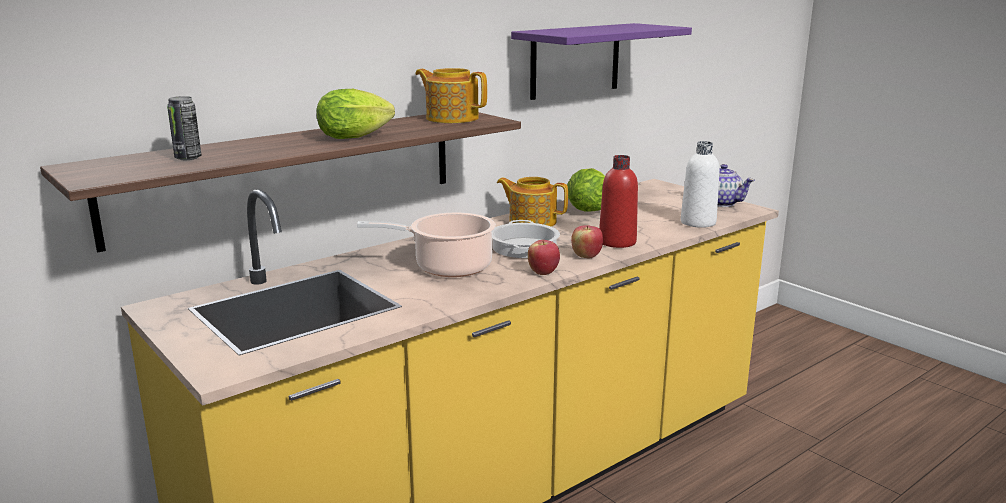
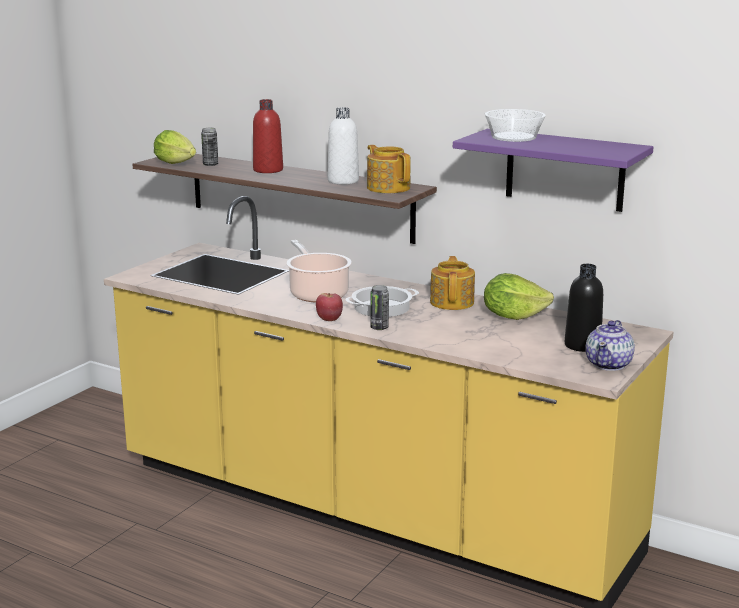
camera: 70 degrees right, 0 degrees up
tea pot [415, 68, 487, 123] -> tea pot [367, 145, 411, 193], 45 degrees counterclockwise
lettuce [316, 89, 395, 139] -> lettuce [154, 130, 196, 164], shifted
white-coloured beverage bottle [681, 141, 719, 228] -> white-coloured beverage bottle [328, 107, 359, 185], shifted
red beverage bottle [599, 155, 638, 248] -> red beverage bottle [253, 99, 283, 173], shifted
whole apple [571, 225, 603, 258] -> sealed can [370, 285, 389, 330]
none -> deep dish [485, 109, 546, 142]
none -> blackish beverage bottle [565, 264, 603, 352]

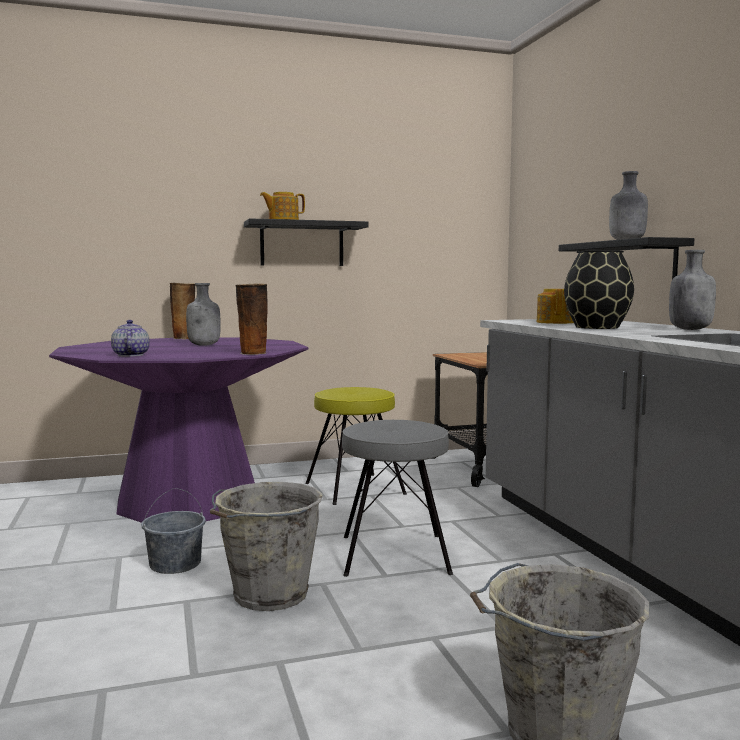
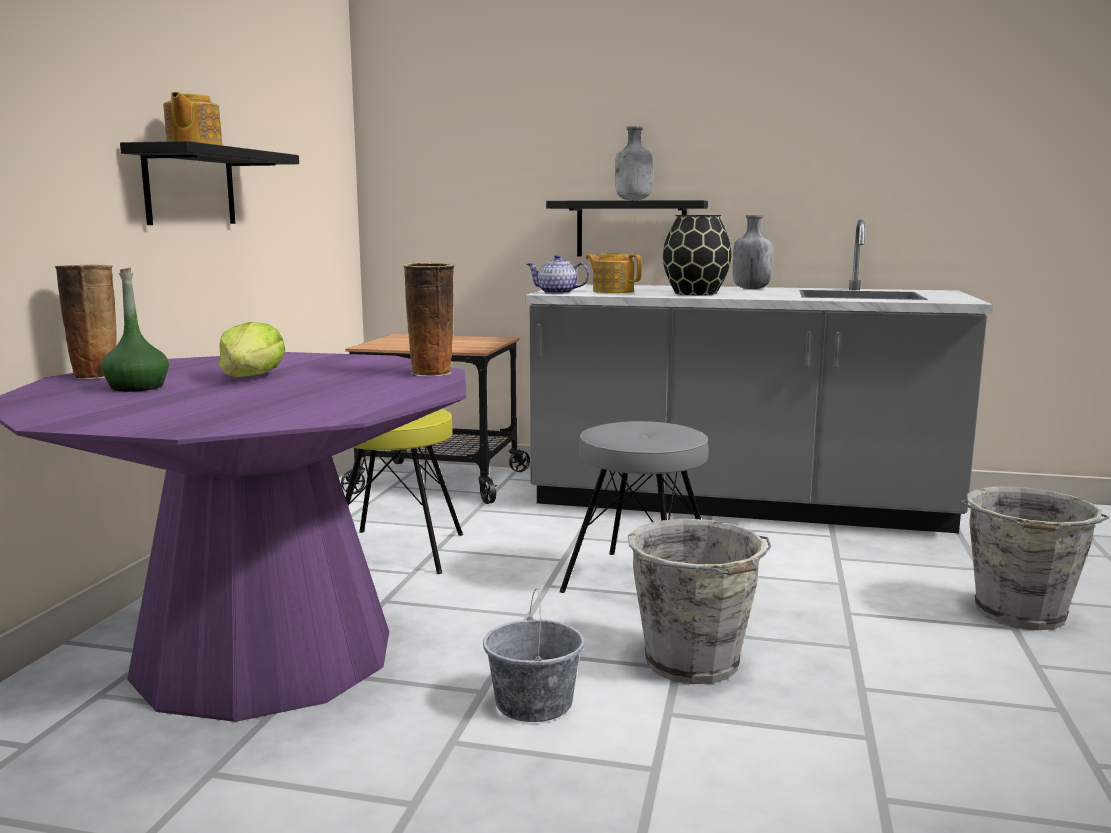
camera: 60 degrees left, 5 degrees up
gray beverage bottle [186, 283, 221, 346] -> lettuce [218, 322, 286, 377]
tea pot [111, 320, 150, 357] -> tea pot [526, 254, 589, 294], shifted
none -> green-coloured beverage bottle [101, 268, 169, 392]

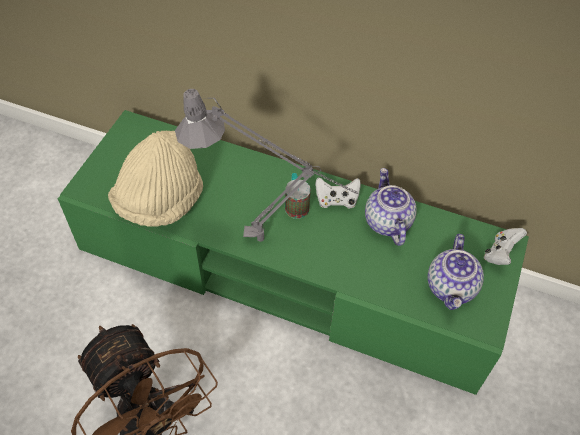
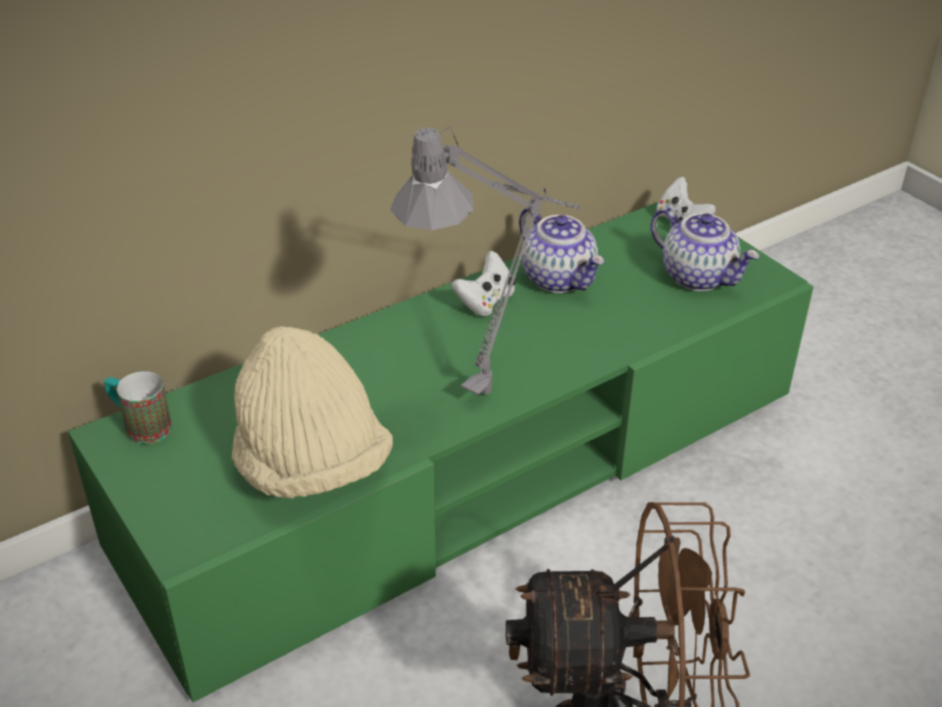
camera: 55 degrees left, 15 degrees down
tea pot [365, 168, 417, 246] -> tea pot [519, 208, 604, 293], 150 degrees counterclockwise
coffee mug [285, 173, 311, 219] -> coffee mug [104, 371, 172, 444], shifted

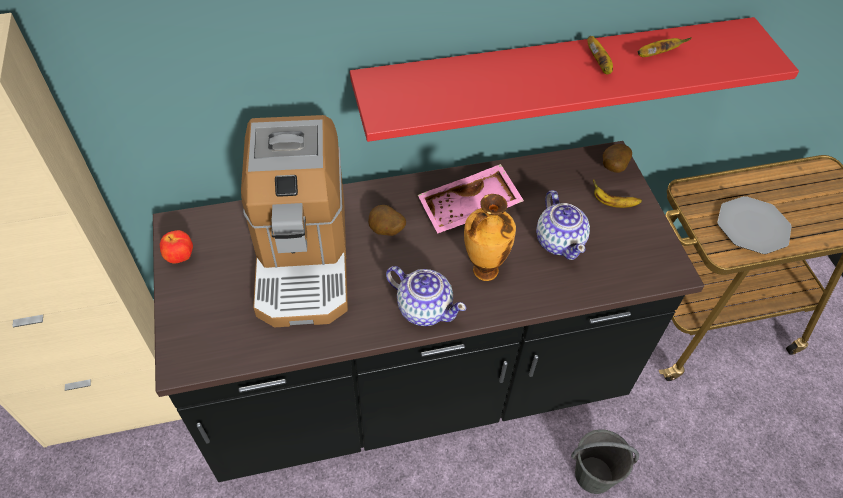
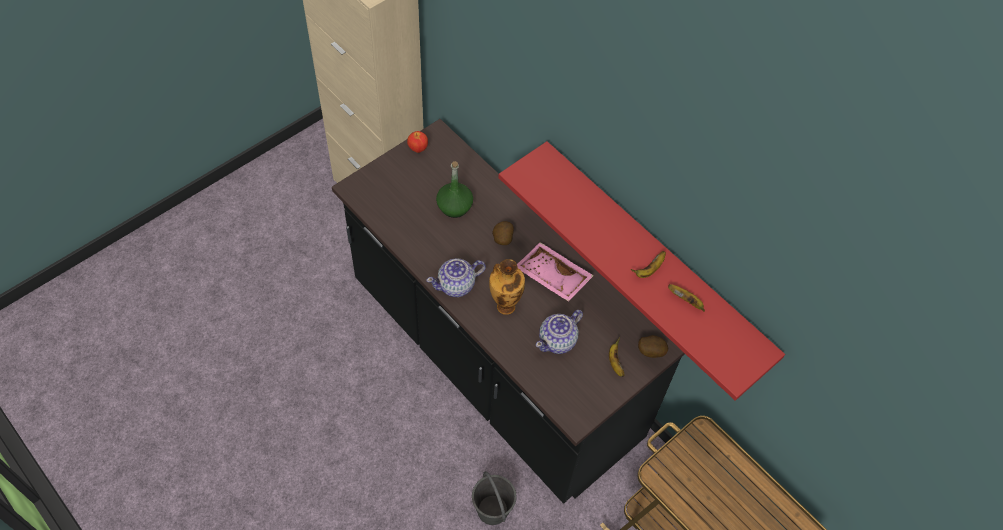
camera: 60 degrees right, 5 degrees up
coffee machine [241, 115, 348, 328] -> green-coloured beverage bottle [436, 161, 473, 218]
plate [717, 196, 792, 254] -> none
tea pot [386, 266, 467, 326] -> tea pot [426, 258, 486, 297], 60 degrees clockwise

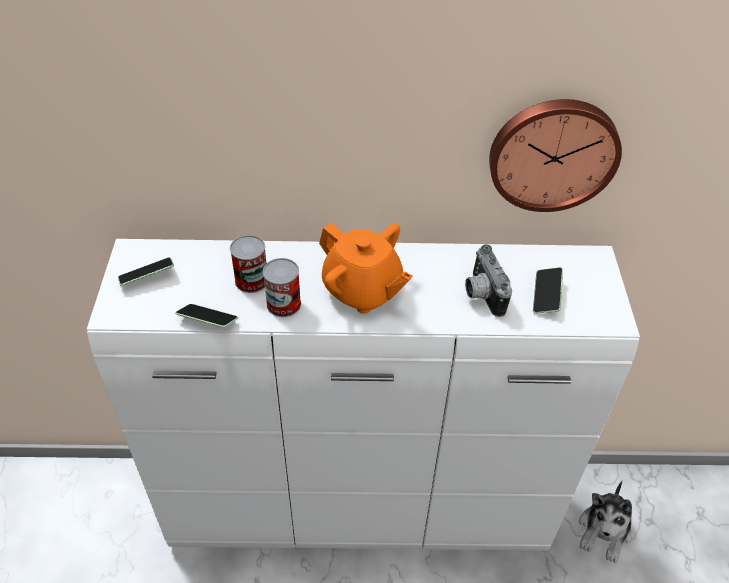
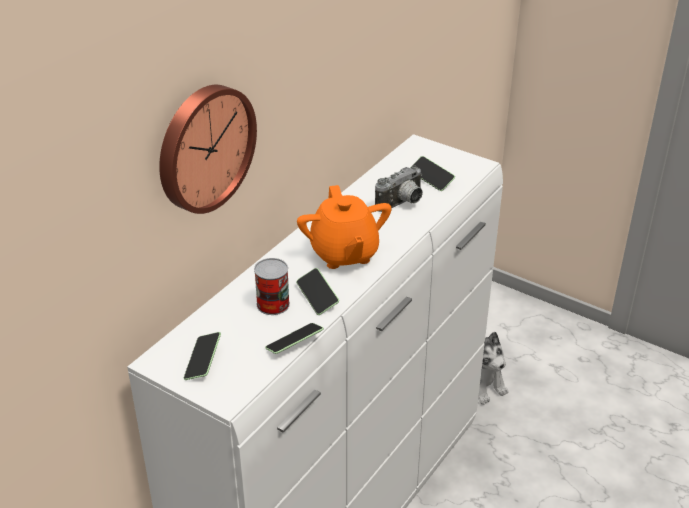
camera: 55 degrees left, 10 degrees down
hanging clock [489, 99, 622, 212] -> hanging clock [159, 85, 257, 214], shifted
orange-coloured tea pot [319, 223, 413, 314] -> orange-coloured tea pot [297, 185, 392, 269], 90 degrees clockwise
still camera [465, 244, 512, 317] -> still camera [375, 165, 423, 212], 60 degrees counterclockwise
sealed can [263, 258, 301, 317] -> telephone [296, 268, 339, 315]

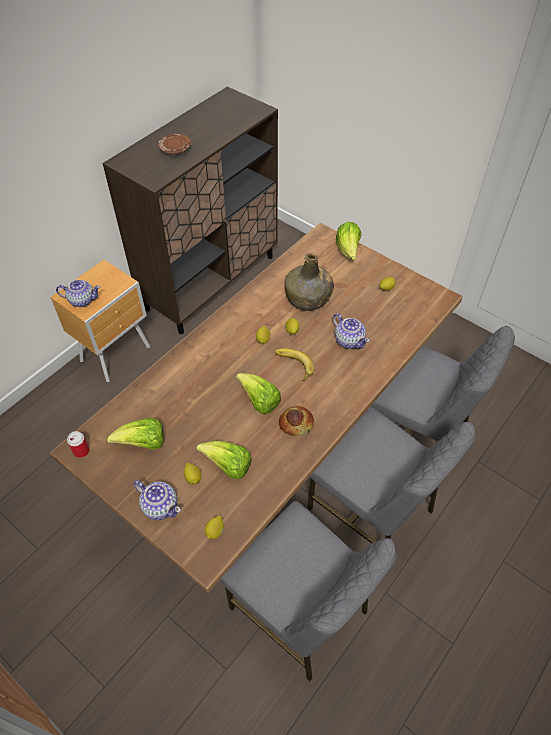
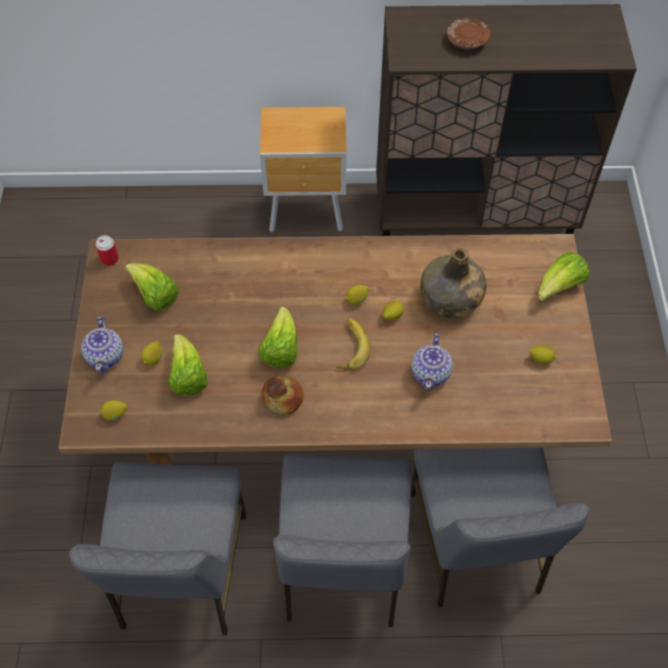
camera: 50 degrees right, 5 degrees up
tea pot [56, 279, 100, 307] -> none

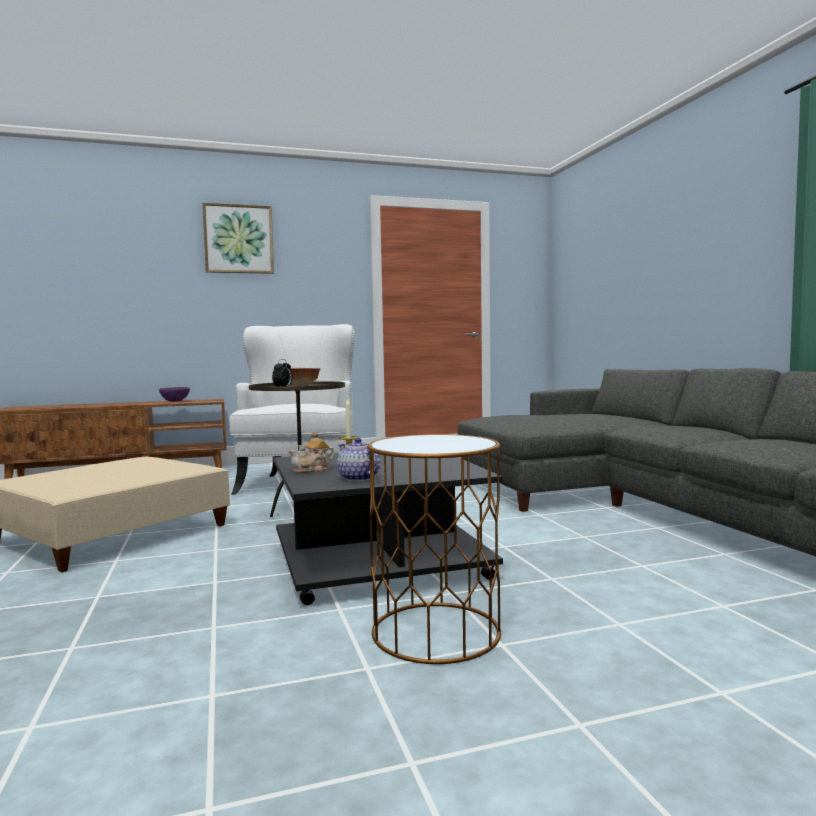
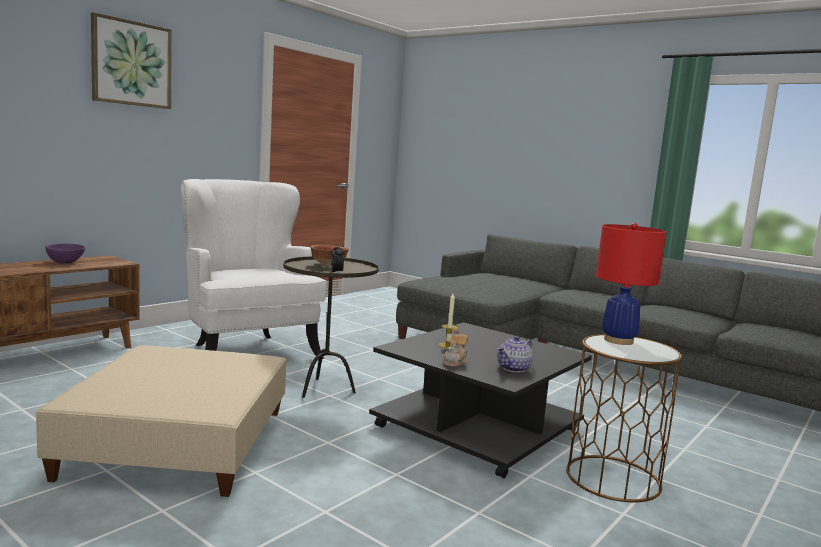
camera: 35 degrees left, 5 degrees up
tea pot [337, 438, 380, 481] -> tea pot [497, 336, 534, 372], 60 degrees counterclockwise
none -> red lamp for a table [596, 223, 667, 345]

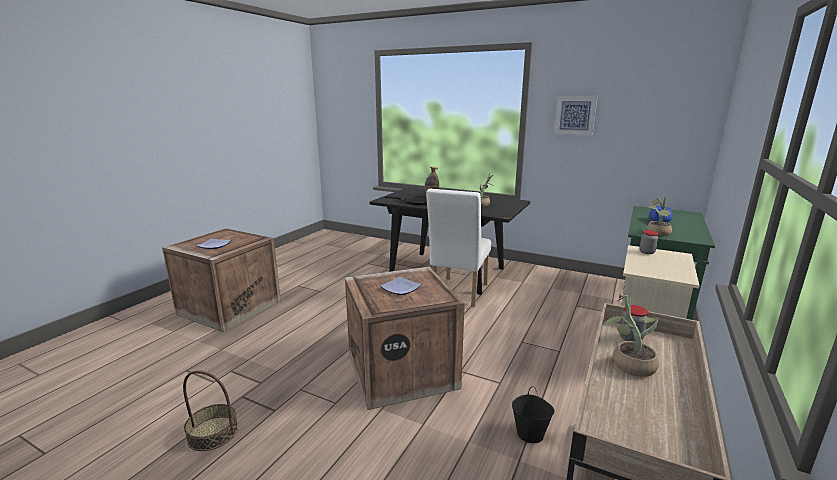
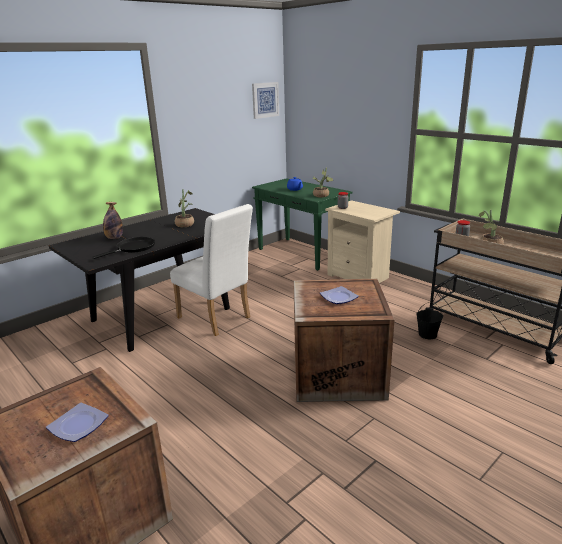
camera: 70 degrees left, 5 degrees up
picture [554, 96, 598, 136] -> picture [252, 82, 279, 119], shifted
basket [183, 370, 238, 451] -> none

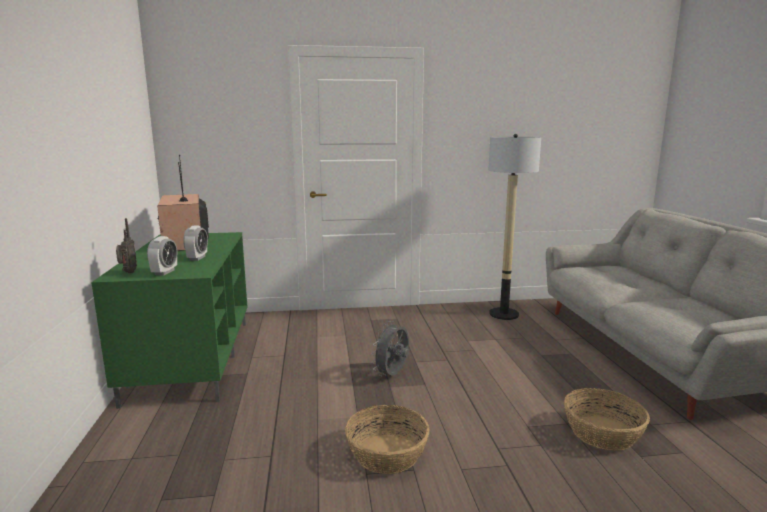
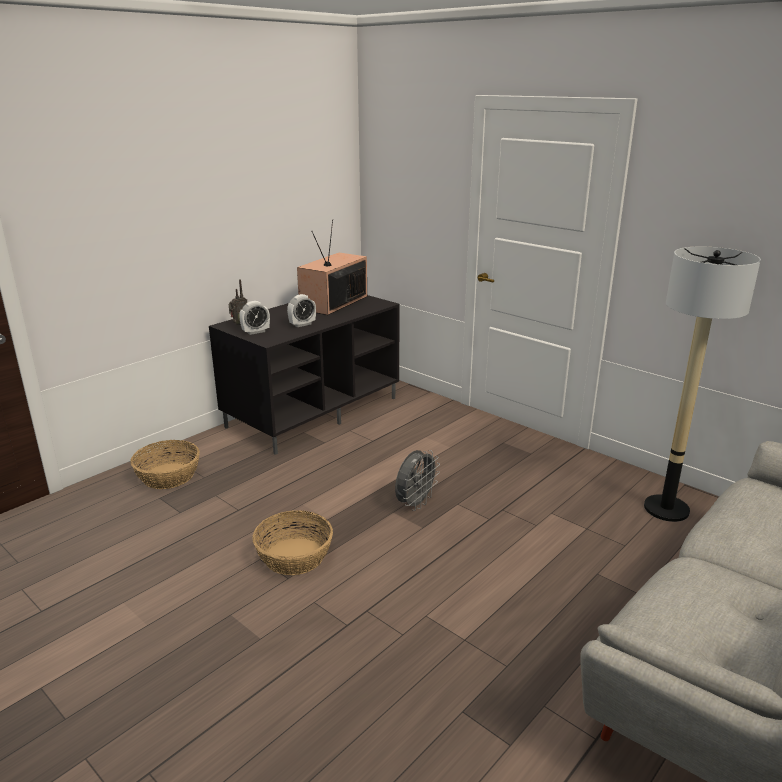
camera: 50 degrees right, 10 degrees up
green-coloured media console [91, 232, 247, 409] -> blackish media console [209, 295, 400, 455]
gray cooling fan [372, 321, 409, 376] -> gray cooling fan [395, 450, 440, 511], 135 degrees clockwise
basket [564, 388, 650, 451] -> basket [131, 440, 200, 489], shifted

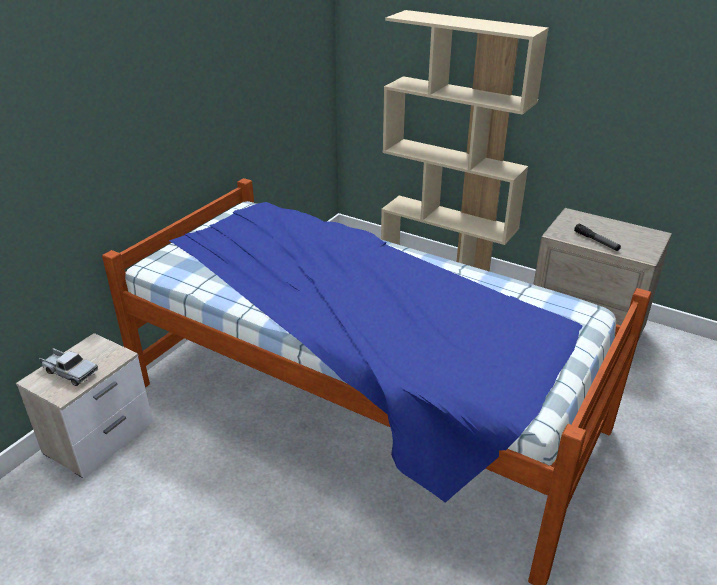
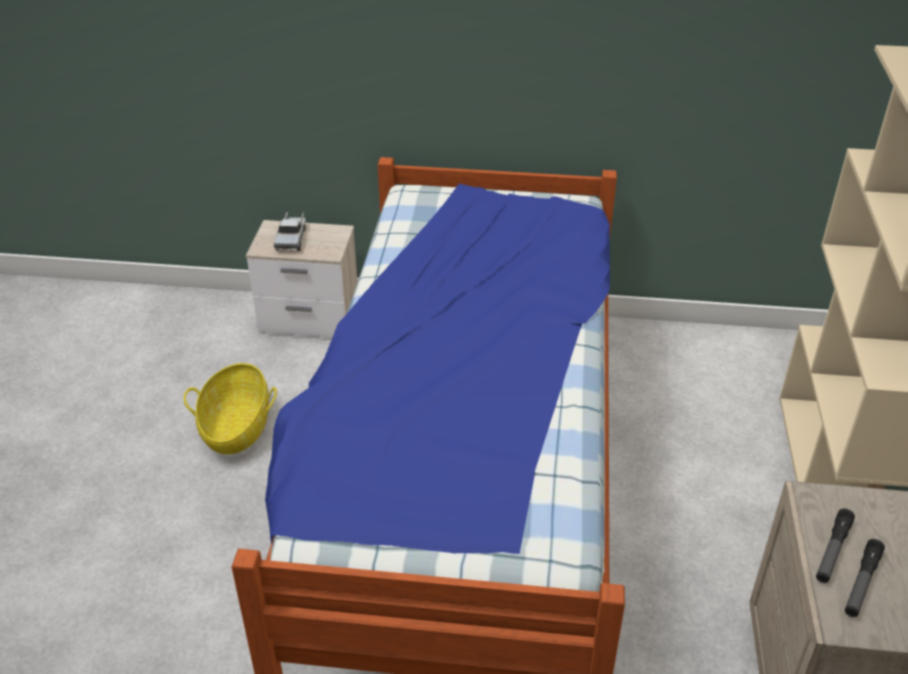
camera: 65 degrees right, 5 degrees up
none -> basket [184, 363, 277, 454]
none -> flashlight [845, 539, 885, 617]

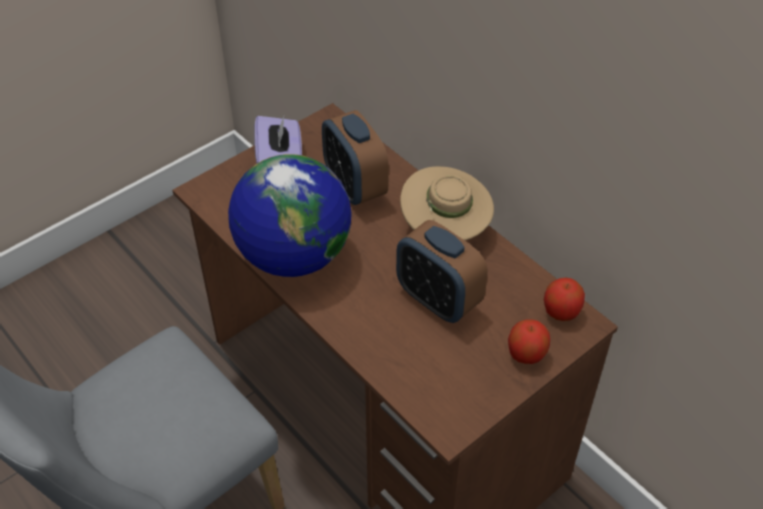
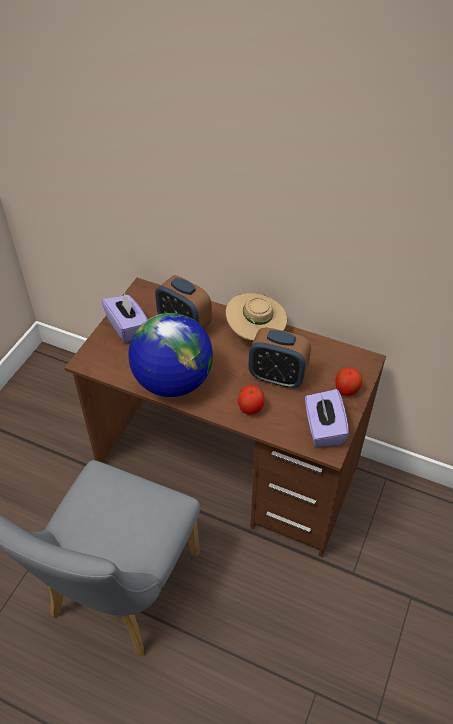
camera: 25 degrees left, 0 degrees up
whole apple [544, 278, 585, 321] -> whole apple [237, 385, 265, 415], shifted
none -> purple-coloured tissue holder [305, 389, 349, 447]

